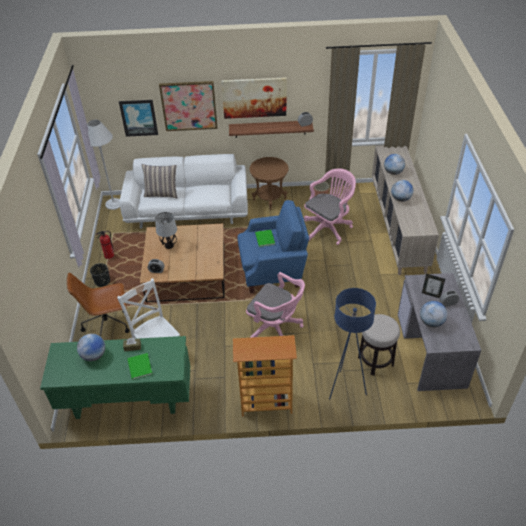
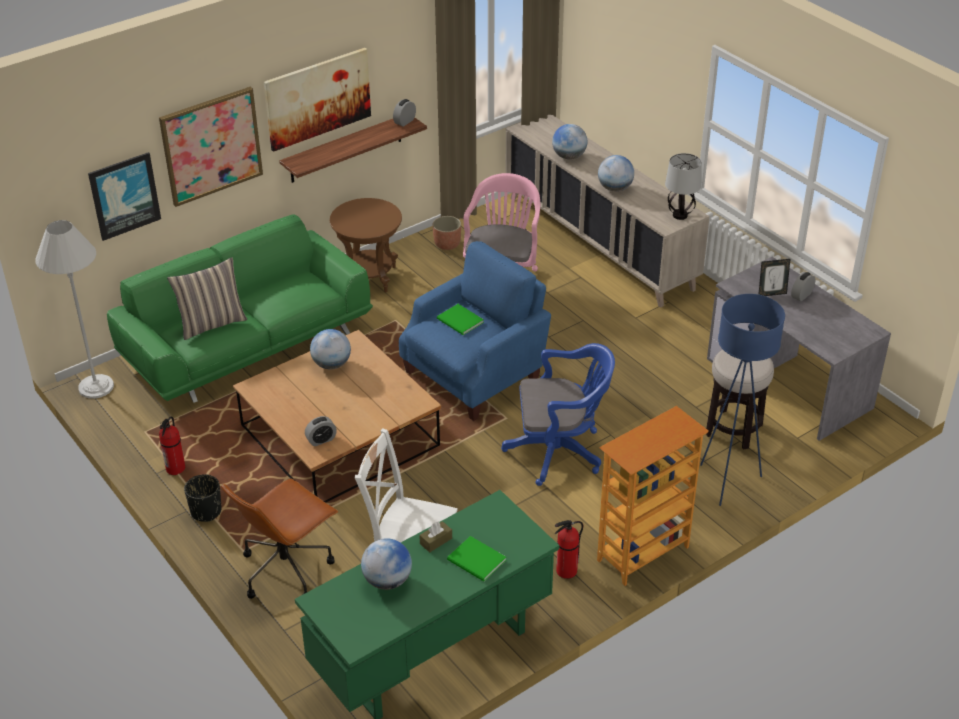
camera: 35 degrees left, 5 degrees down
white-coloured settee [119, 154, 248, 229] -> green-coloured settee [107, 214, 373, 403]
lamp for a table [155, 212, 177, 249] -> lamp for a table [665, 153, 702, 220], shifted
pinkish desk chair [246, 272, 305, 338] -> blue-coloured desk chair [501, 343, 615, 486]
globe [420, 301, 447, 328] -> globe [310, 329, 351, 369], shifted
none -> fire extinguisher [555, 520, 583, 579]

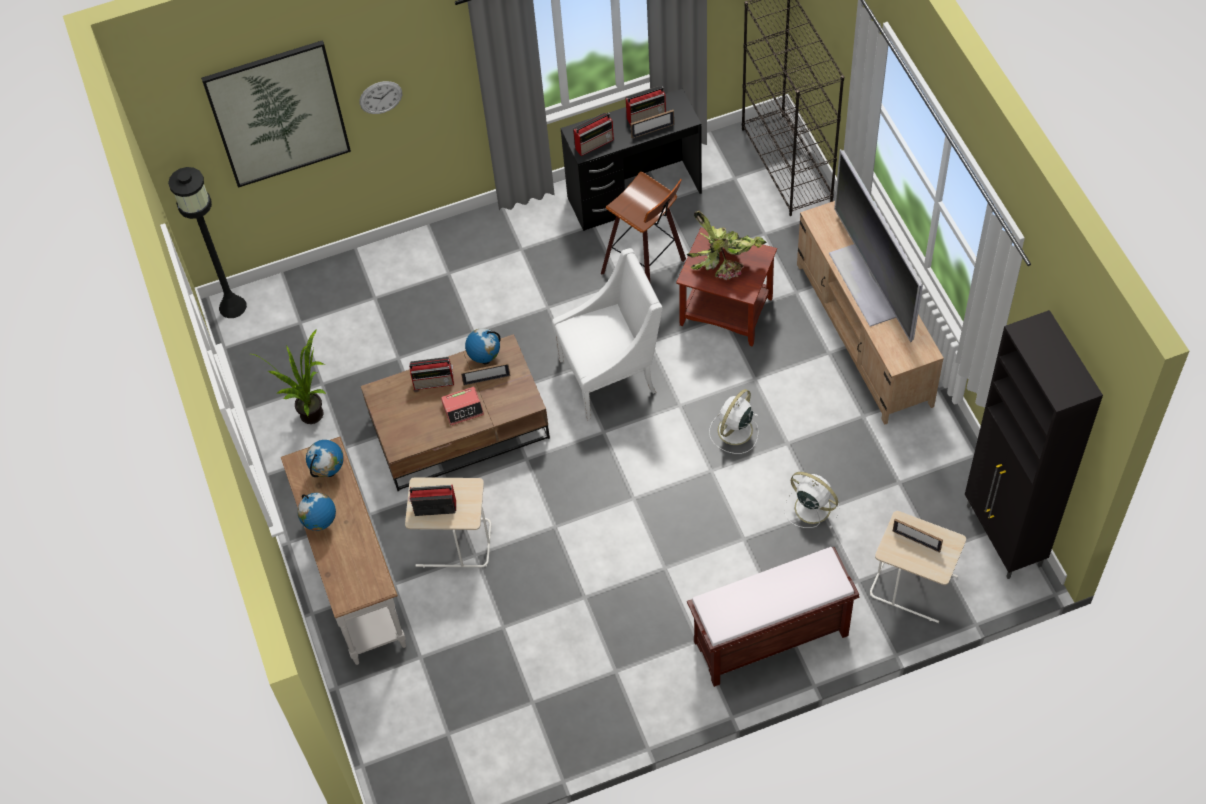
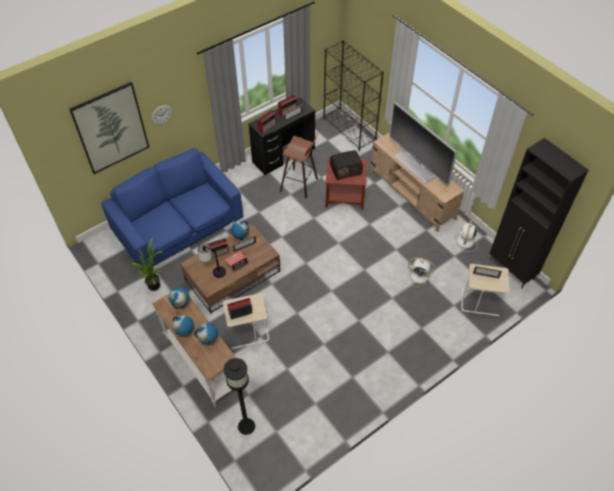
camera: 20 degrees left, 5 degrees down
blackish standing lamp [168, 167, 247, 318] -> blackish standing lamp [224, 358, 255, 435], shifted
potted plant [687, 211, 767, 280] -> radio set [330, 150, 363, 180]
white-coloured armchair [552, 248, 662, 421] -> none
white-coloured cooling fan [709, 389, 759, 454] -> white-coloured cooling fan [453, 219, 477, 252], shifted
brownish indoor bench [687, 547, 859, 687] -> none
none -> blue-coloured settee [101, 148, 243, 271]
none -> lamp for a table [198, 243, 226, 278]
none -> globe [195, 323, 218, 344]

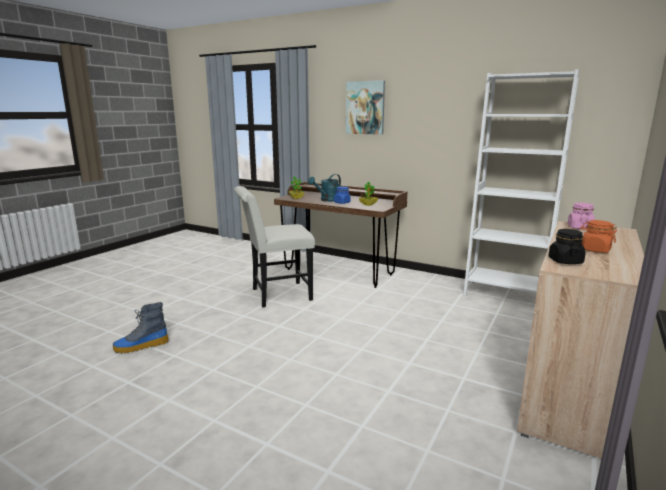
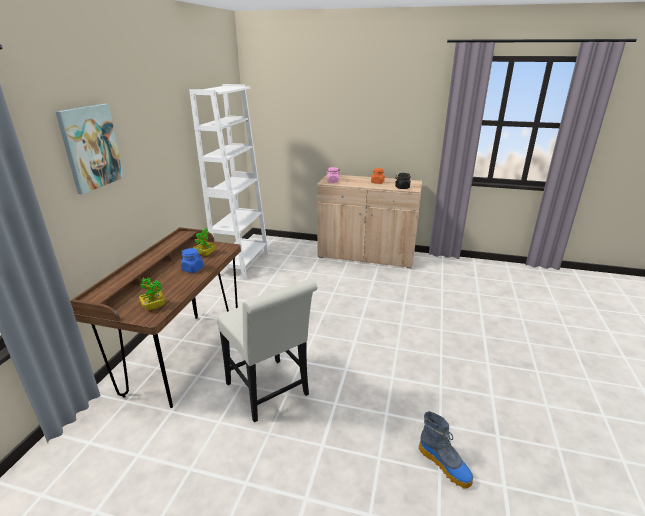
camera: 105 degrees left, 10 degrees up
blue-green watering pot [308, 174, 341, 202] -> none

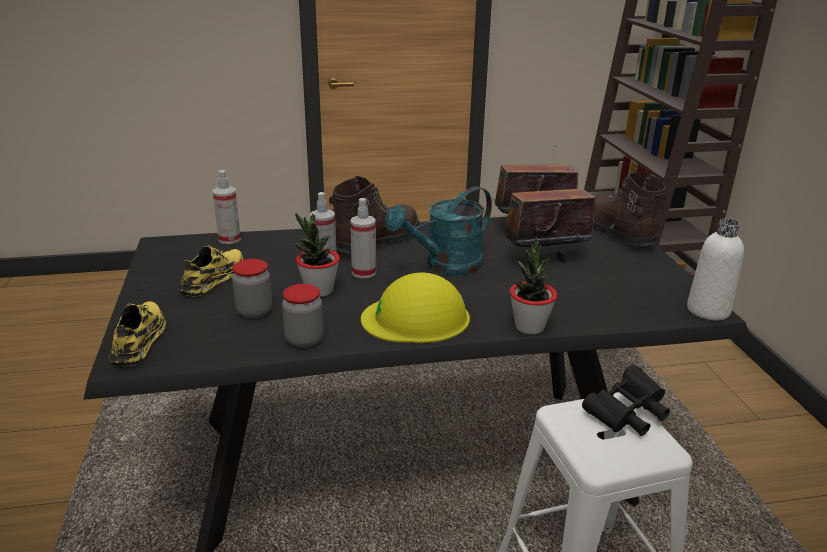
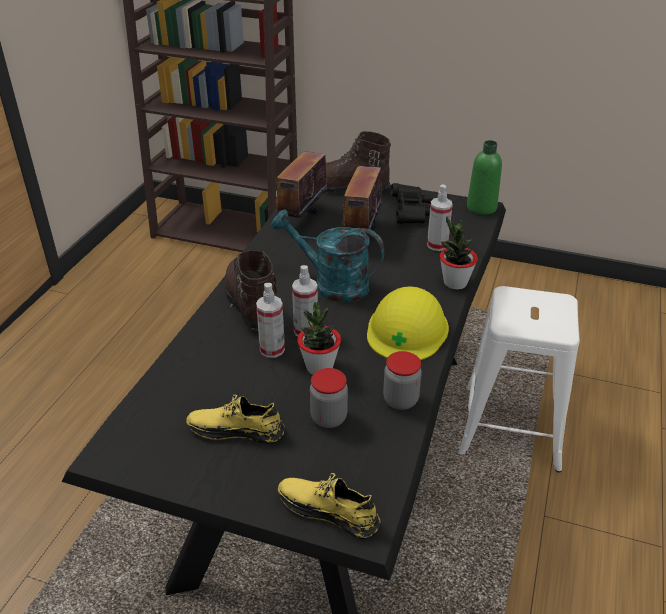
camera: 60 degrees left, 10 degrees up
spray bottle [213, 170, 241, 244] -> spray bottle [427, 184, 453, 251], shifted
blue-green watering pot [385, 186, 492, 276] -> blue-green watering pot [271, 209, 384, 303], 120 degrees clockwise
white-coloured beverage bottle [687, 219, 744, 320] -> green-coloured beverage bottle [467, 140, 502, 215]
yellow shoe [178, 244, 244, 297] -> yellow shoe [186, 395, 285, 444], 45 degrees counterclockwise
blackish pair of binoculars [582, 364, 670, 436] -> blackish pair of binoculars [391, 183, 433, 224], shifted

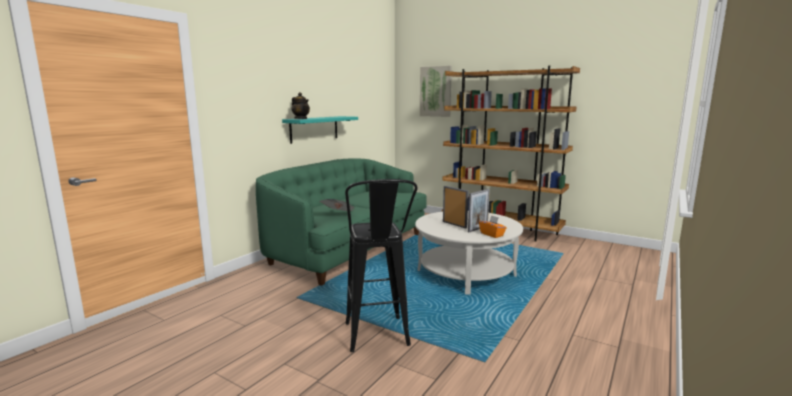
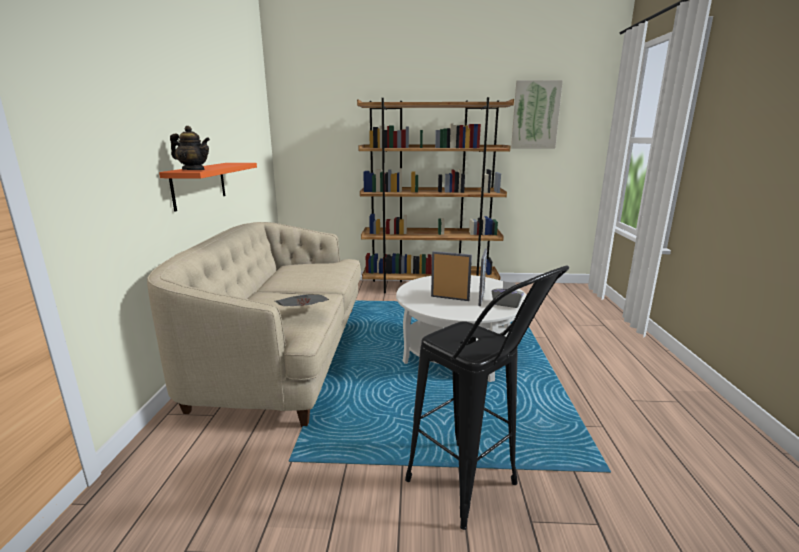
camera: 30 degrees left, 5 degrees up
picture [420, 66, 452, 117] -> picture [511, 80, 563, 149], shifted
blue-green wall shelf [282, 116, 358, 144] -> orange-coloured wall shelf [159, 163, 257, 212]
green-coloured settee [256, 158, 427, 286] -> beige-coloured settee [147, 222, 361, 427]
orange-coloured tissue holder [479, 215, 507, 238] -> gray tissue holder [492, 281, 524, 308]

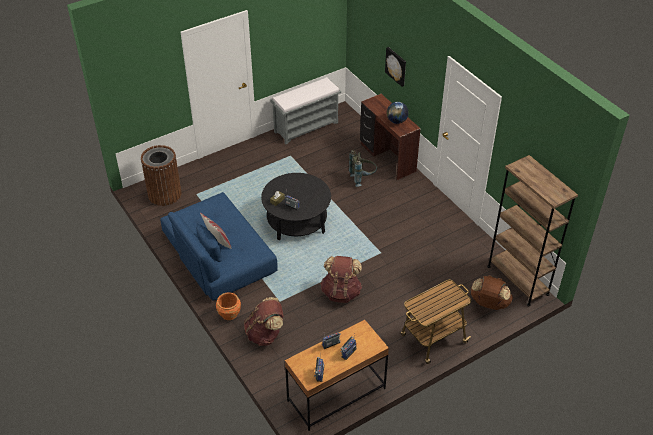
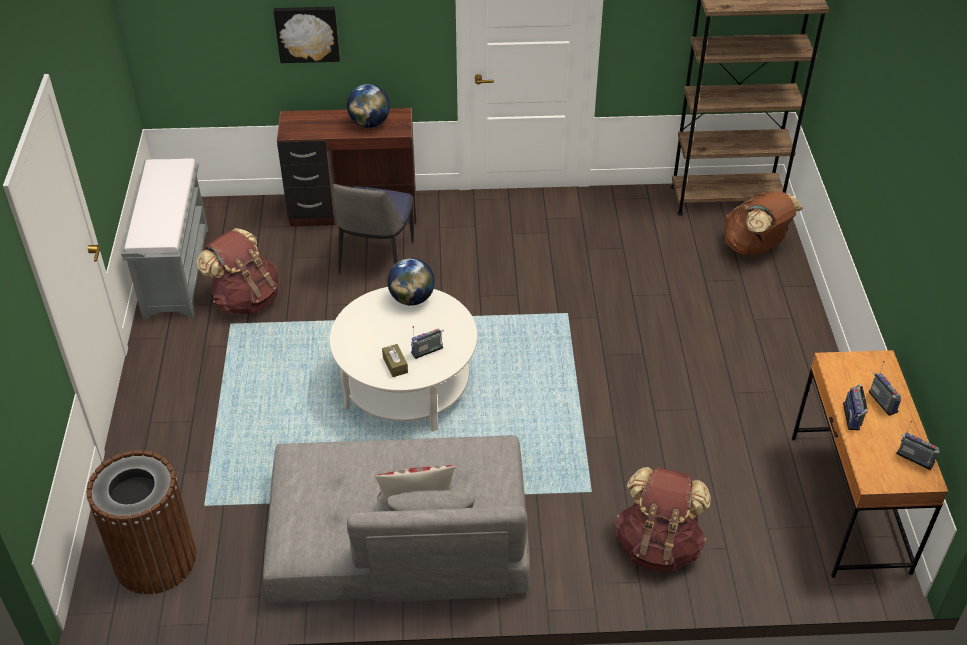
camera: 60 degrees left, 0 degrees up
gray rucksack [349, 149, 377, 187] -> upright chair [333, 184, 414, 274]
blackish lounge table [261, 173, 331, 240] -> white-coloured lounge table [330, 287, 477, 432]
blue-coloured settee [160, 192, 278, 301] -> gray settee [263, 435, 530, 603]
brownish rucksack [320, 256, 362, 303] -> brownish rucksack [196, 228, 278, 315], shifted
wheeled cart [401, 280, 471, 364] -> none
orange-coloured planter [216, 292, 241, 320] -> none
none -> globe [387, 258, 435, 305]

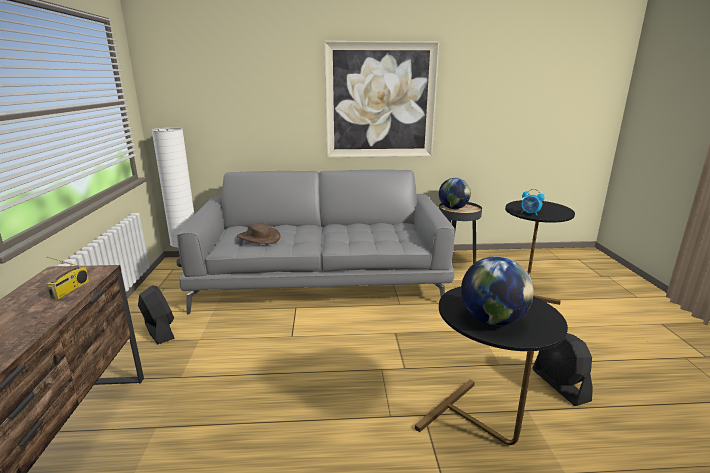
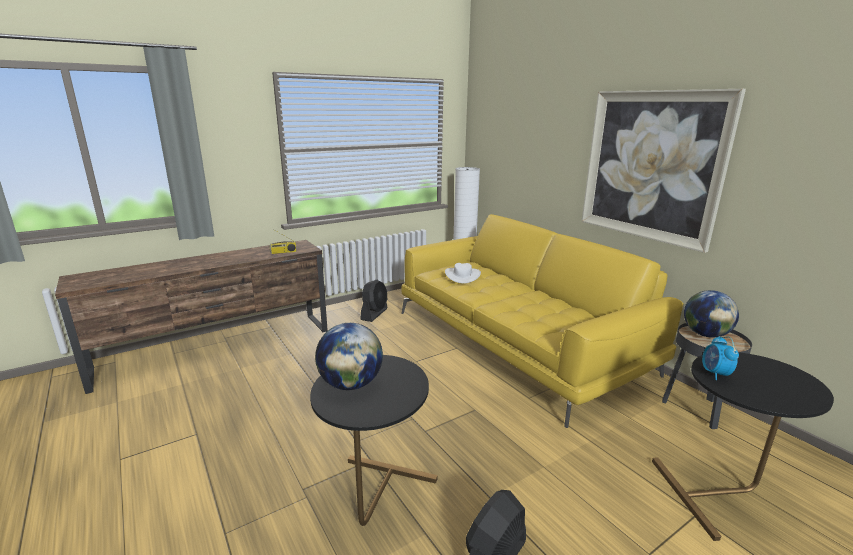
camera: 60 degrees right, 0 degrees up
gray settee [177, 170, 455, 314] -> yellow settee [401, 214, 684, 428]
brownish wearable hat [237, 223, 281, 244] -> white-coloured wearable hat [445, 263, 481, 284]

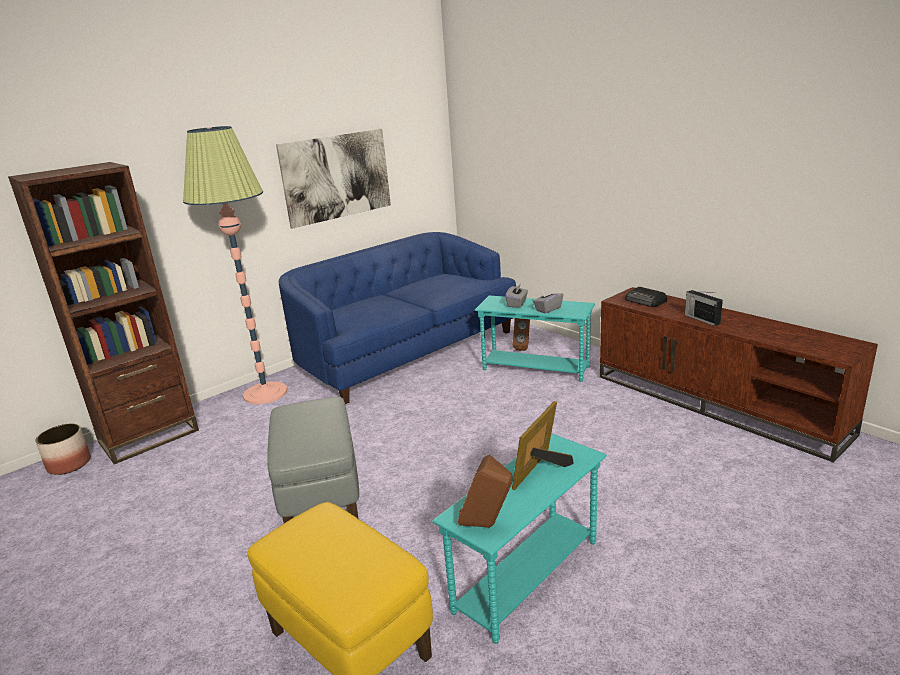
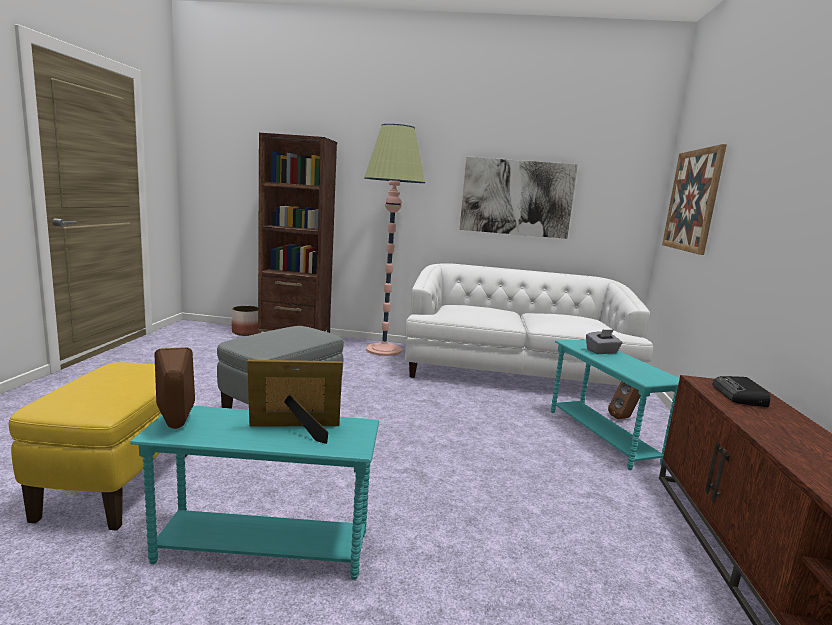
camera: 45 degrees right, 10 degrees down
blue-coloured settee [279, 232, 516, 404] -> white-coloured settee [405, 263, 653, 385]
gray tissue holder [533, 287, 563, 314] -> none
radio set [685, 290, 723, 326] -> none
none -> picture [662, 144, 727, 255]

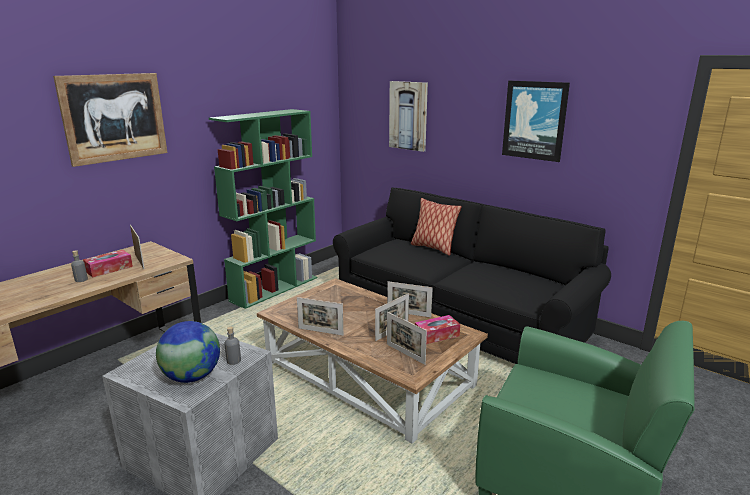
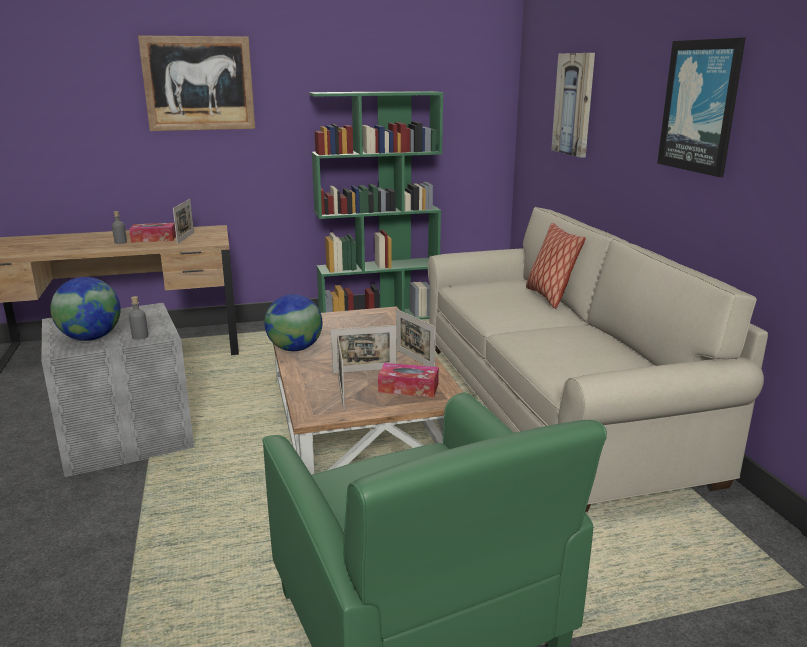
camera: 35 degrees right, 0 degrees up
blackish settee [333, 188, 611, 364] -> beige-coloured settee [428, 207, 768, 512]
photo frame [297, 297, 343, 335] -> globe [264, 294, 322, 351]

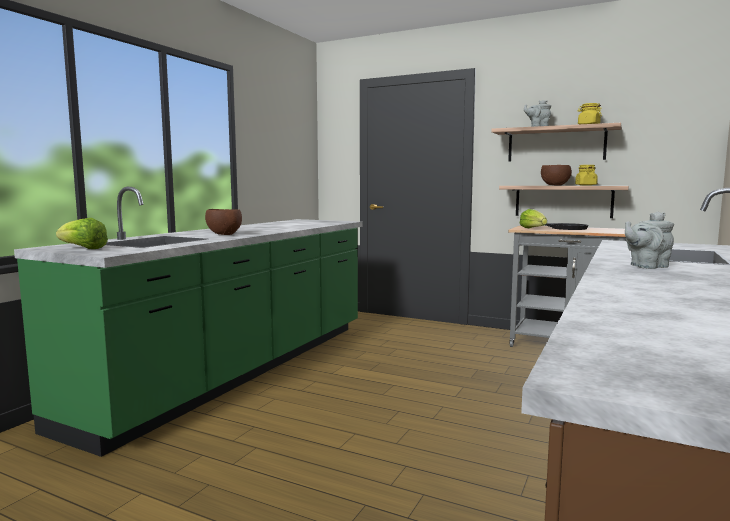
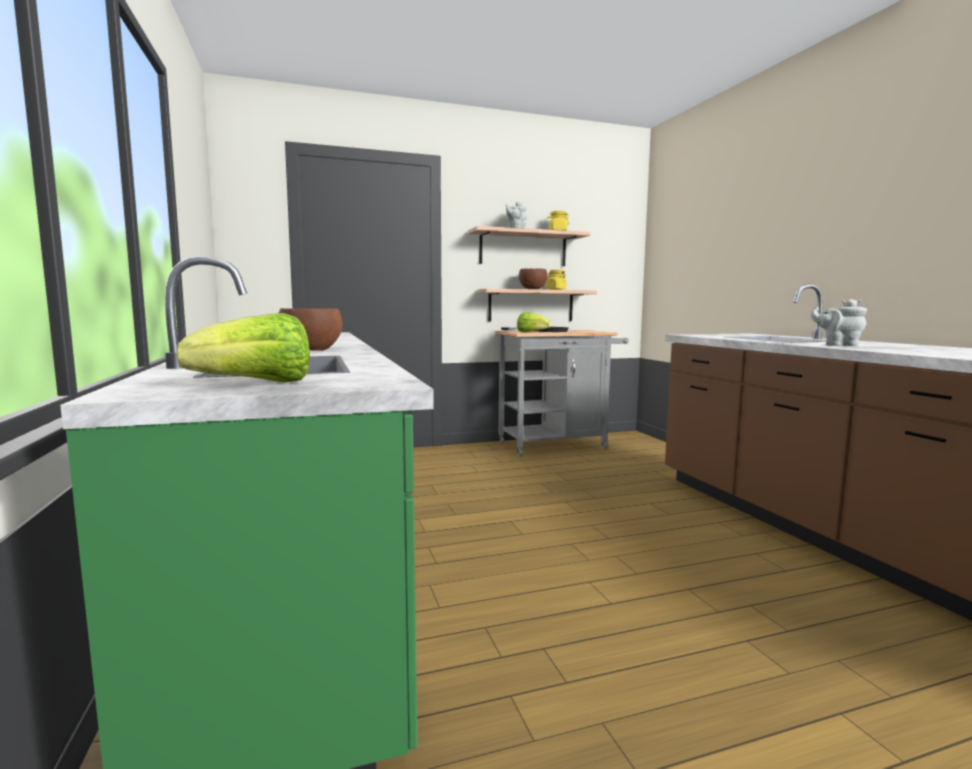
camera: 45 degrees left, 0 degrees up
gray tea pot [625, 211, 674, 269] -> gray tea pot [810, 299, 867, 346], 90 degrees clockwise

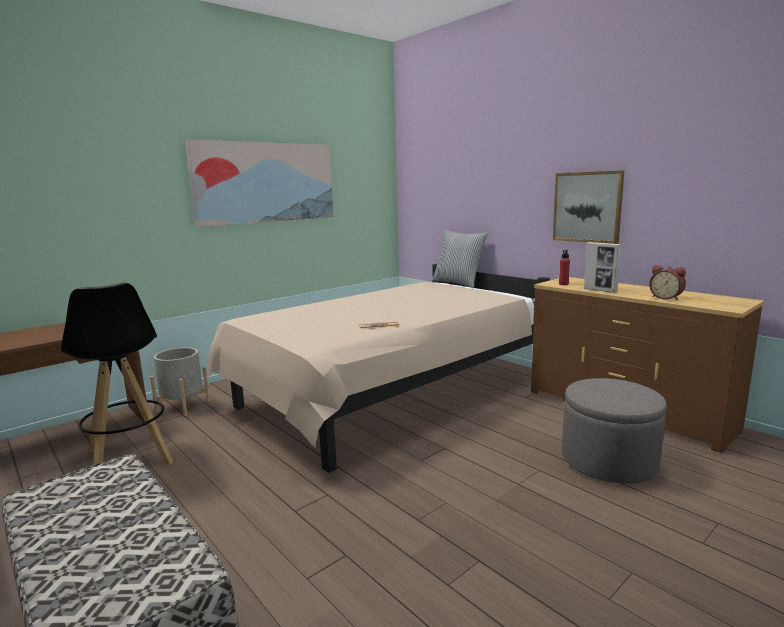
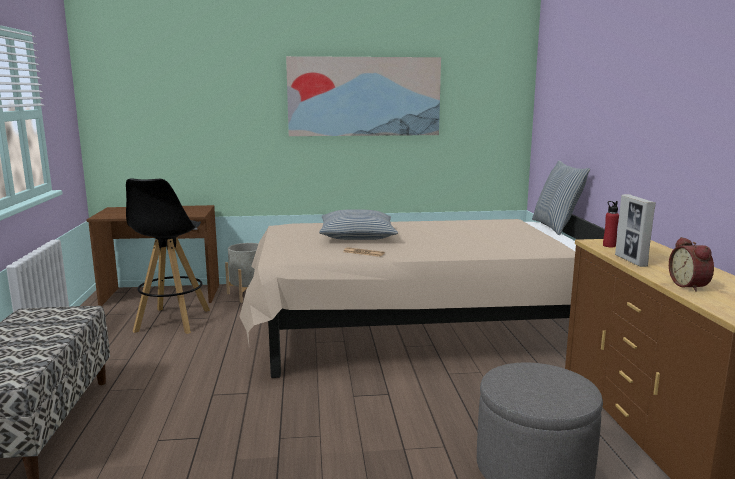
camera: 35 degrees right, 0 degrees up
picture [553, 170, 624, 244] -> none
none -> throw pillow [319, 209, 398, 240]

